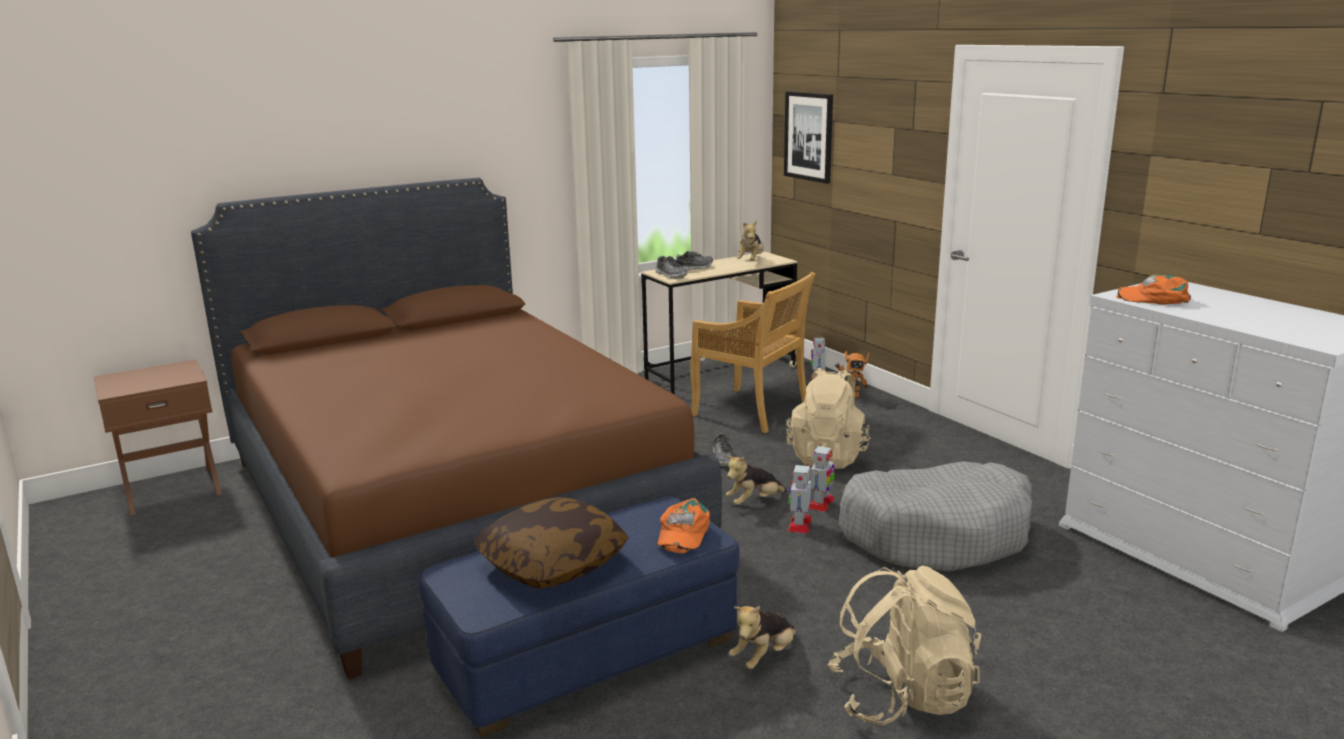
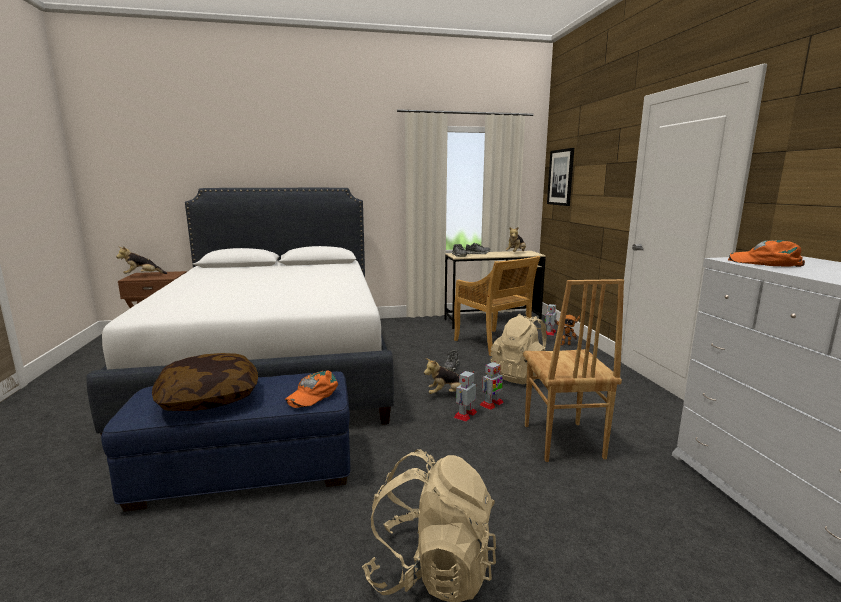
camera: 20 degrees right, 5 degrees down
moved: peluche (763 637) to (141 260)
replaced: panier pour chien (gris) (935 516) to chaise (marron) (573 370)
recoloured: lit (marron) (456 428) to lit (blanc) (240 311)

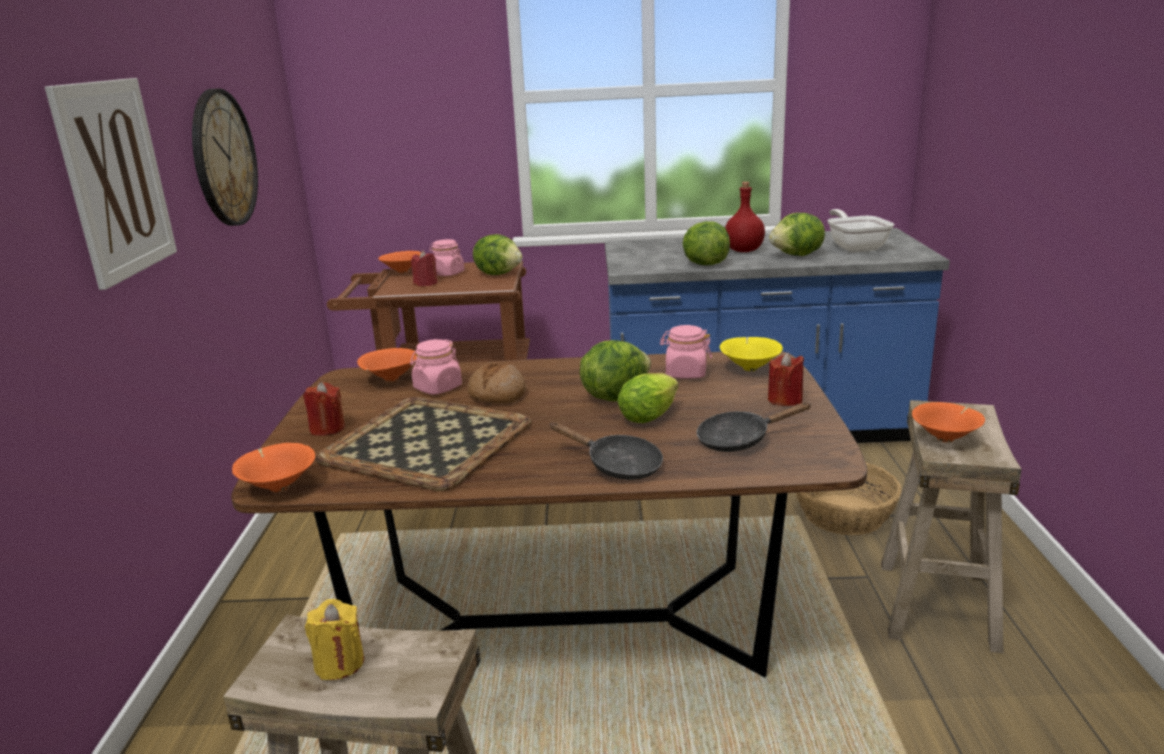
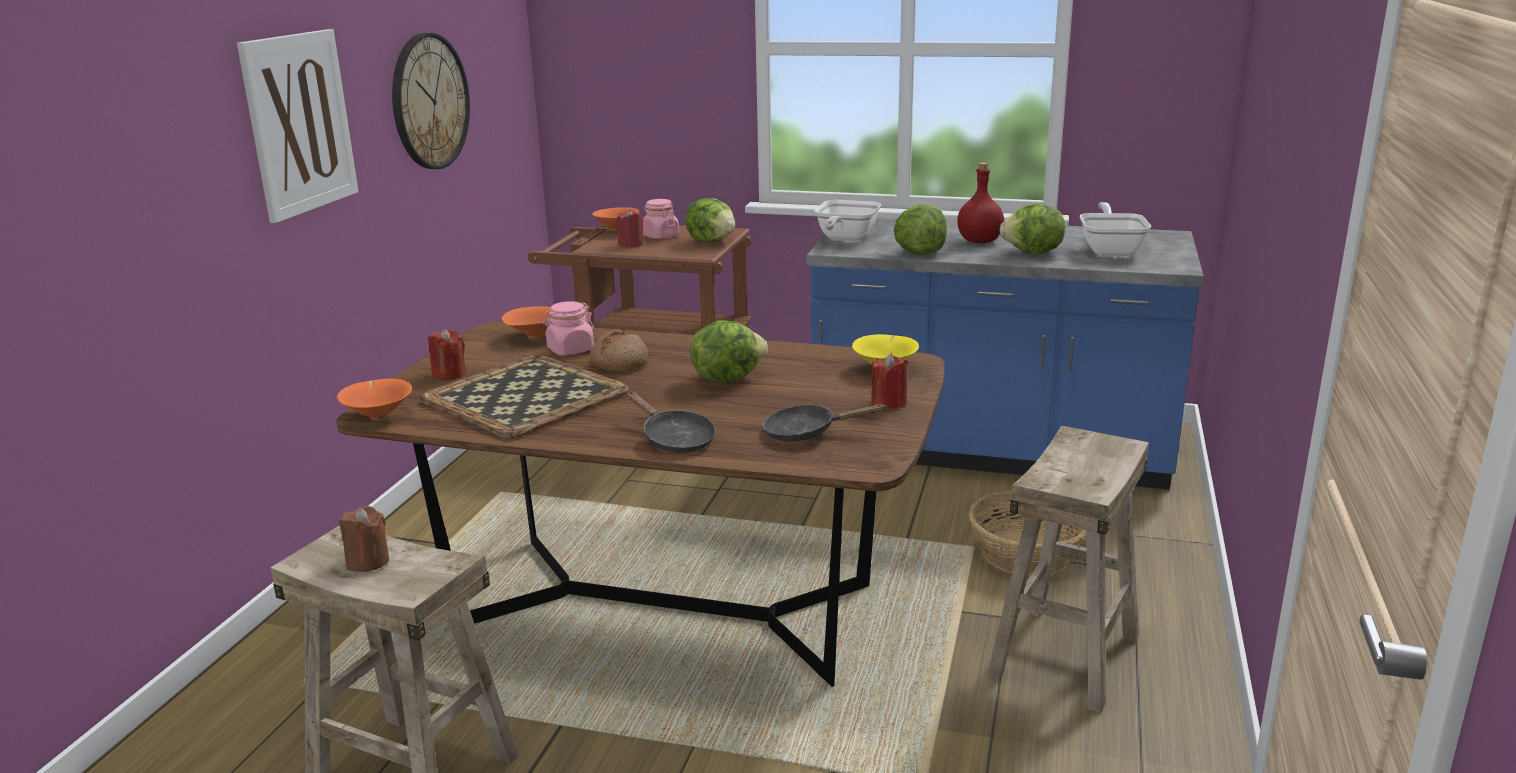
camera: 15 degrees right, 0 degrees up
removed: laitue (648 398); bocal (rose) (686 352); bol (orange) (948 422)
added: poêle (847 220)
recoloured: bougie (jaune) (334 639) to bougie (marron) (364 539)

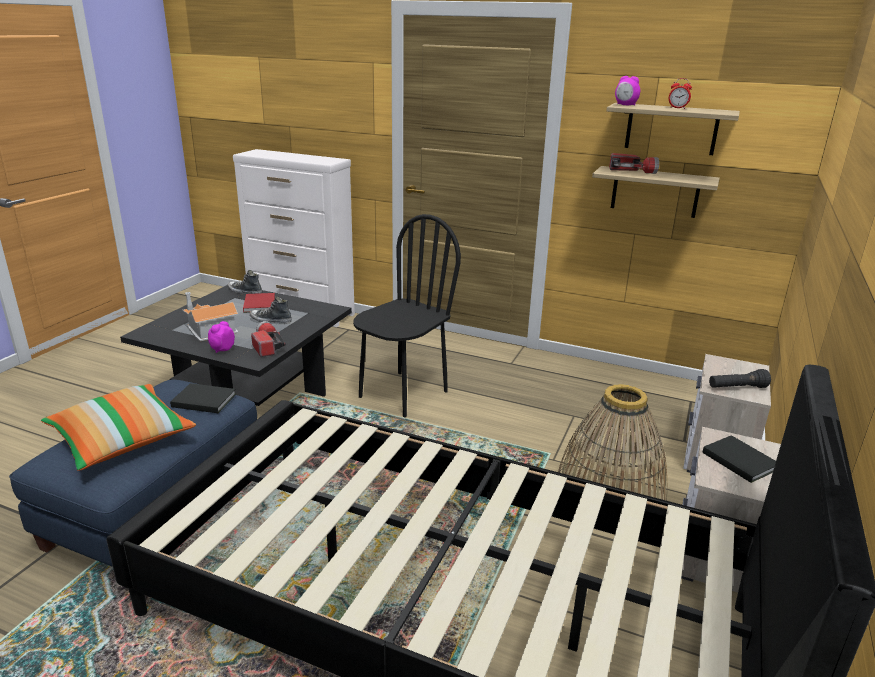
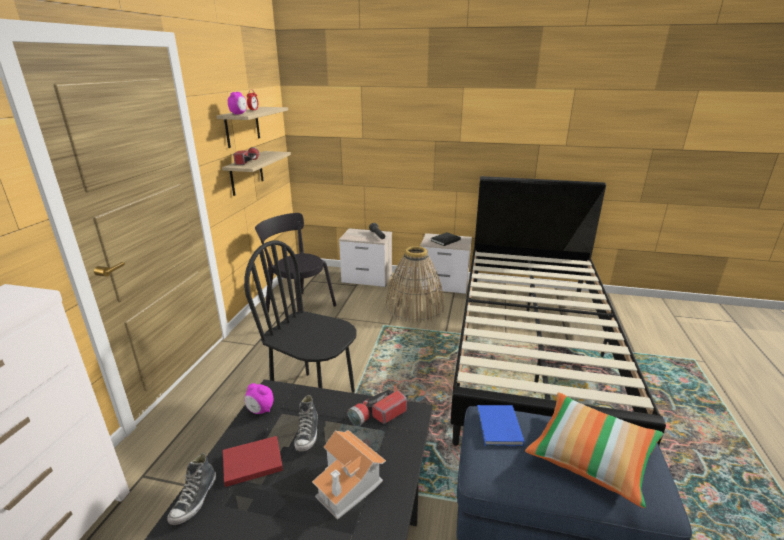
camera: 100 degrees left, 0 degrees up
added: chaise (noir) (295 263)
moved: réveil (221 337) to (259 398)
recoloured: livre (noir) (203 398) to livre (bleu) (500 425)

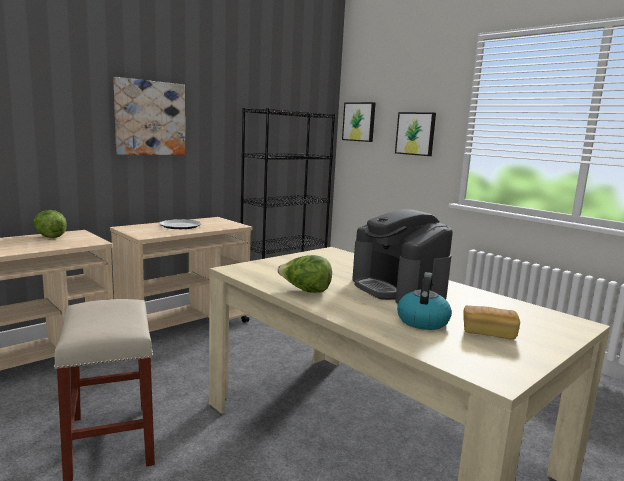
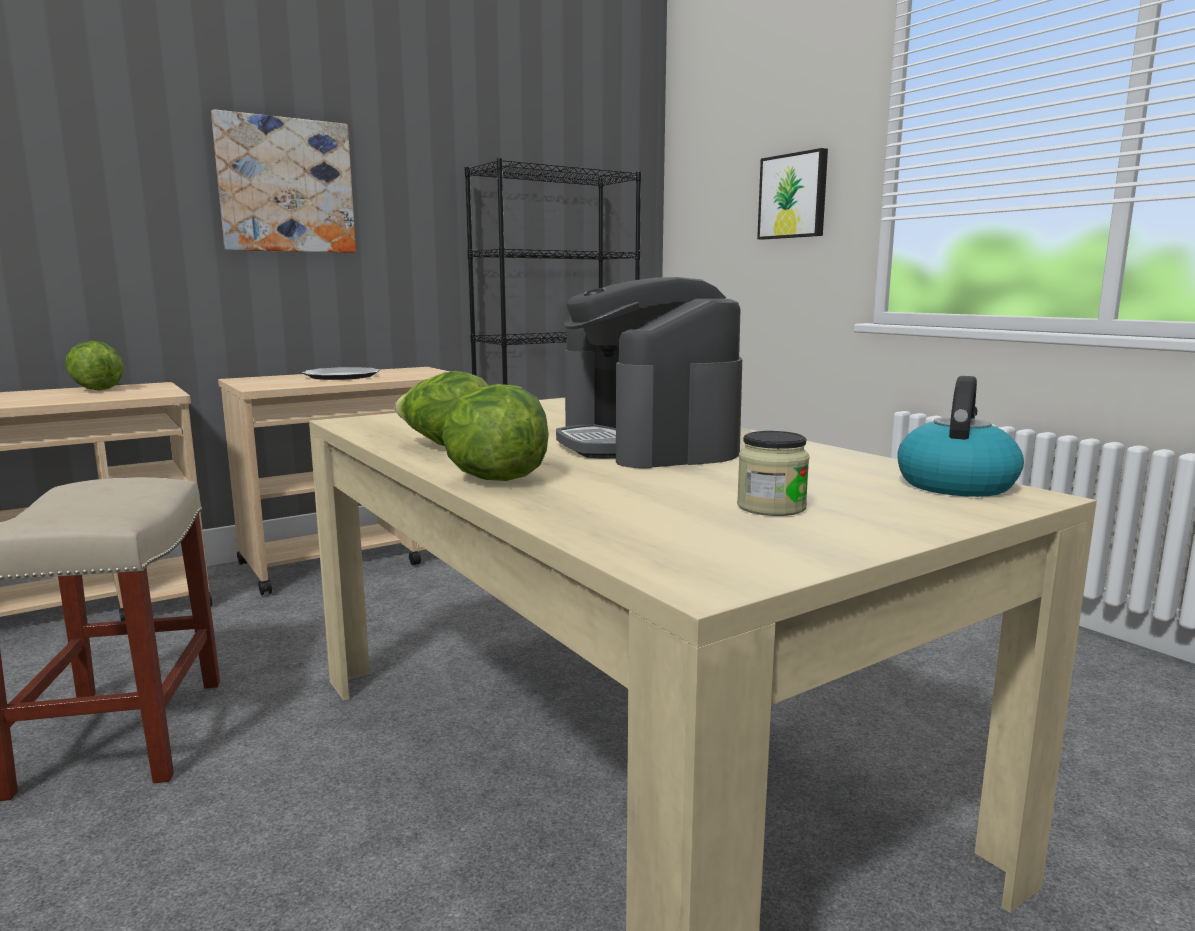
camera: 10 degrees right, 0 degrees up
removed: tableau (359 122)
added: laitue (495 432)
moved: bouilloire (424 301) to (961 436)
replaced: pain (491 322) to bocal (773 473)

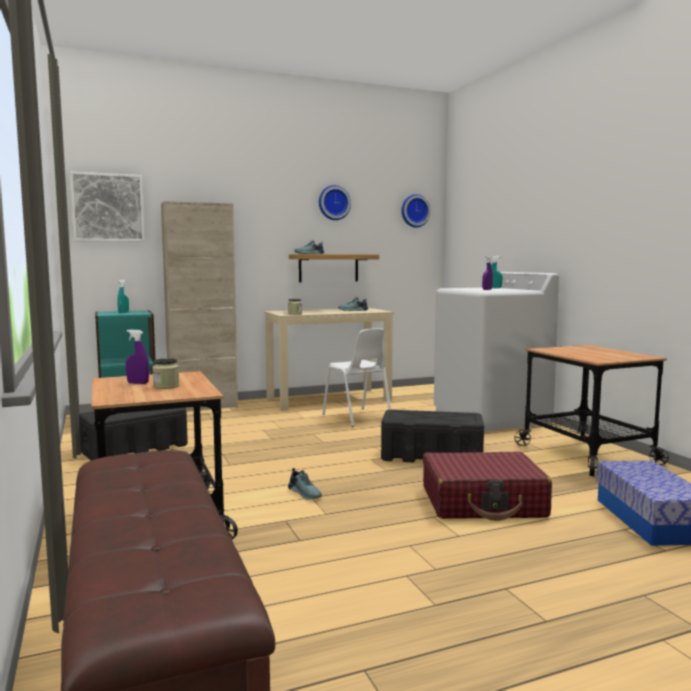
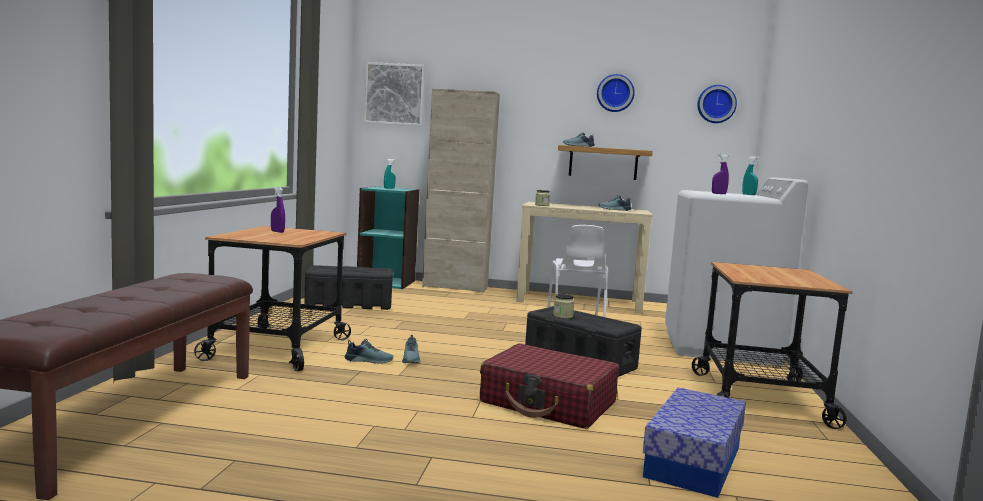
camera: 30 degrees right, 0 degrees up
added: chaussure (369 351)
moved: bocal (165 373) to (563 306)

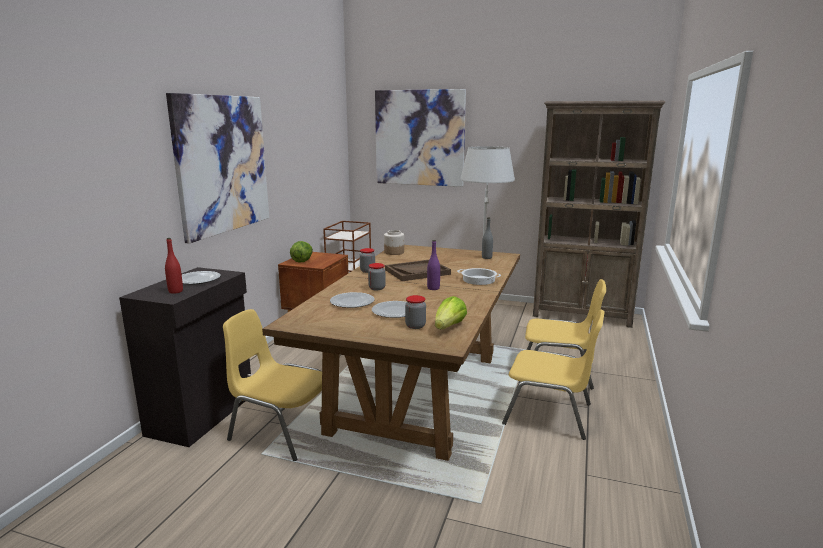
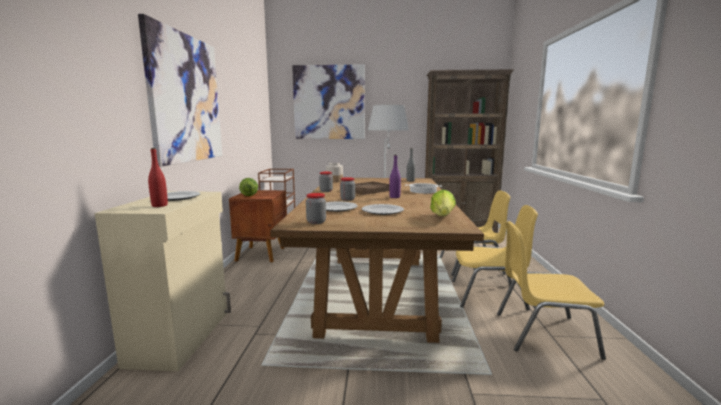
camera: 15 degrees left, 5 degrees down
moved: bocal (415 312) to (316 208); chaise (jaune) (272 385) to (551 290)
recoloured: meuble de rangement (noir) (185 357) to meuble de rangement (beige) (163 281)

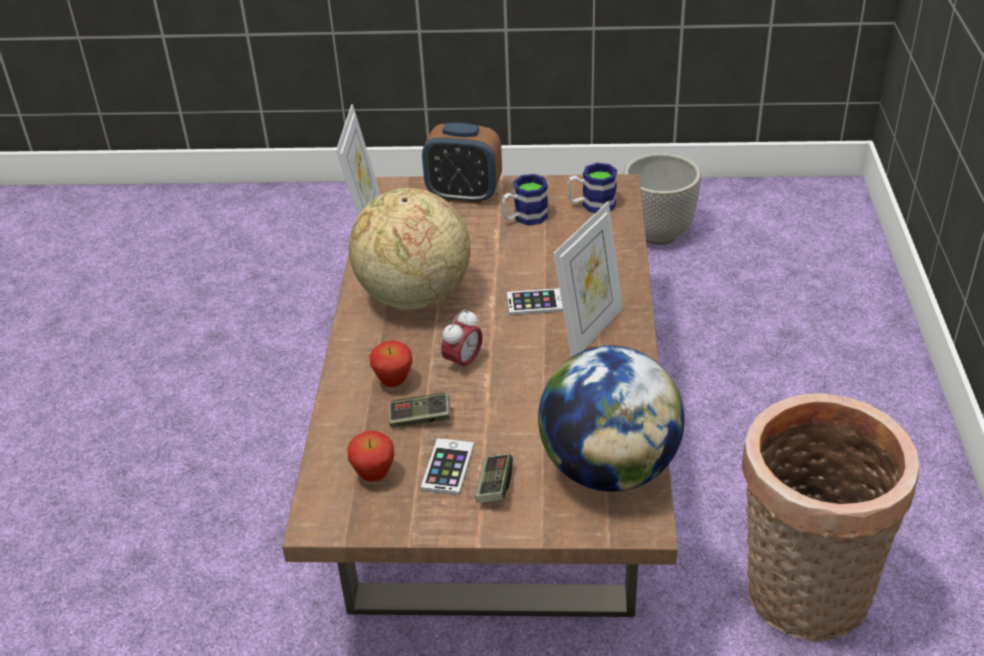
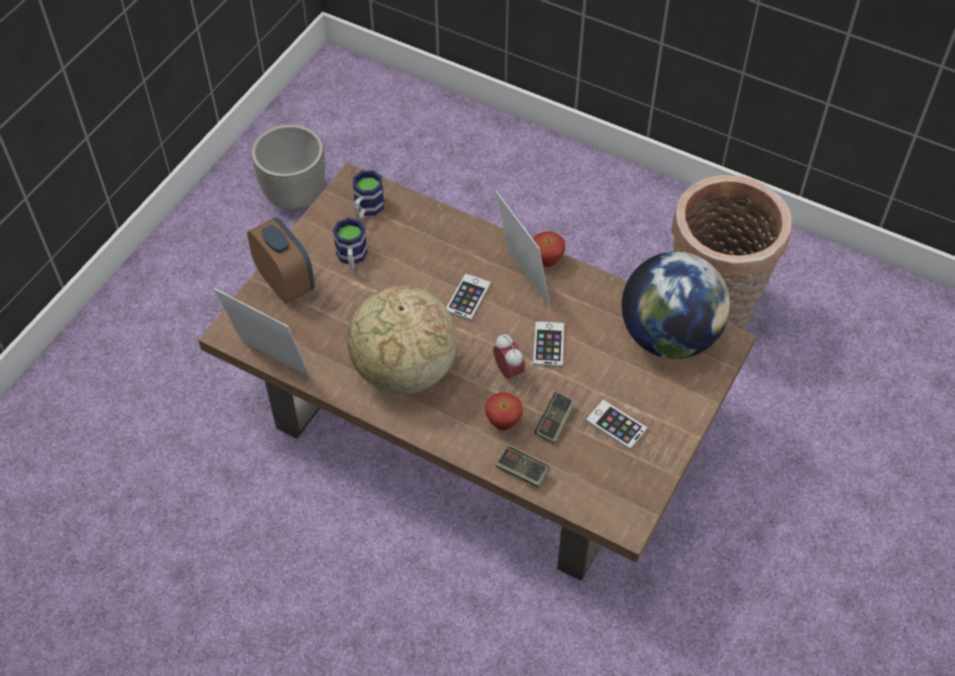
camera: 65 degrees left, 15 degrees up
added: téléphone (548 344)
moved: manette (494 478) to (522 467); pomme (370 456) to (549 249)
turned: réveil (462 163) = (281 260) 75 degrees counterclockwise

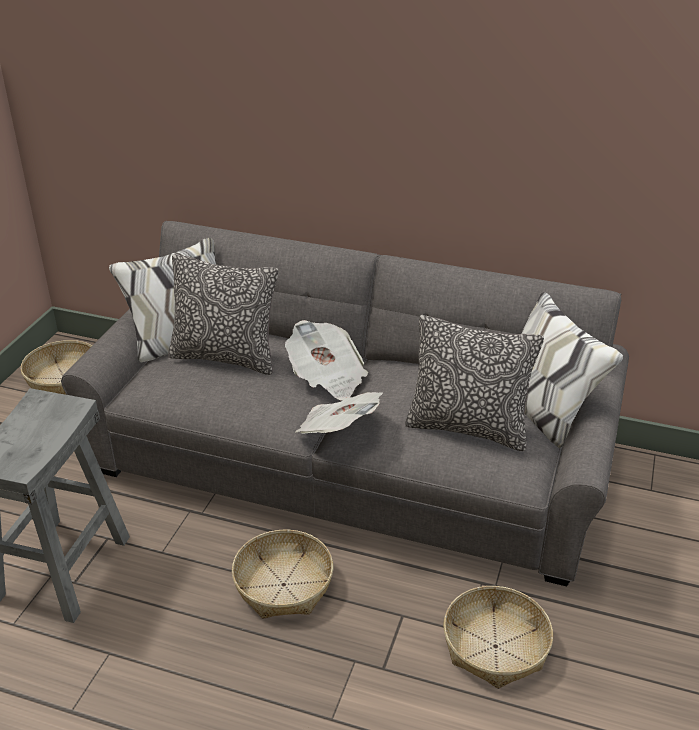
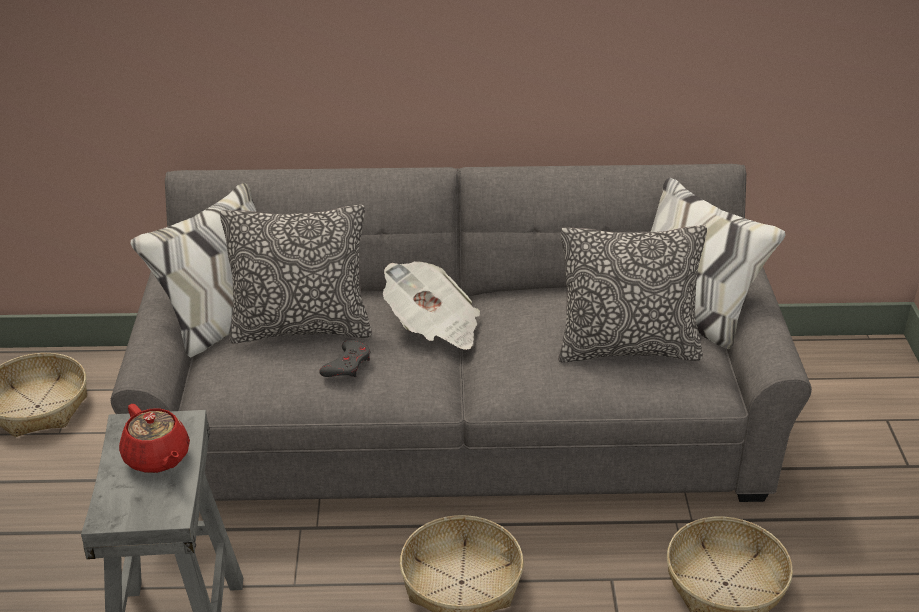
camera: 20 degrees left, 0 degrees up
removed: journal (339 413)
added: théière (rouge) (154 438); manette (gris) (344 358)

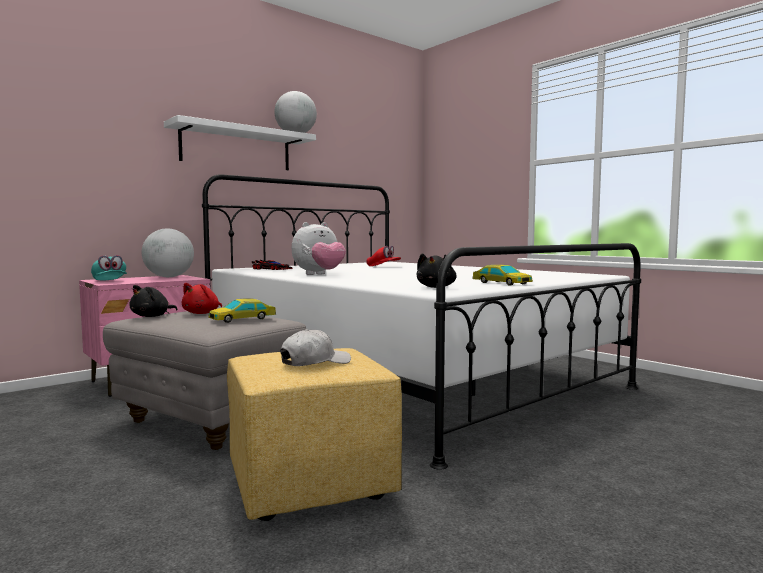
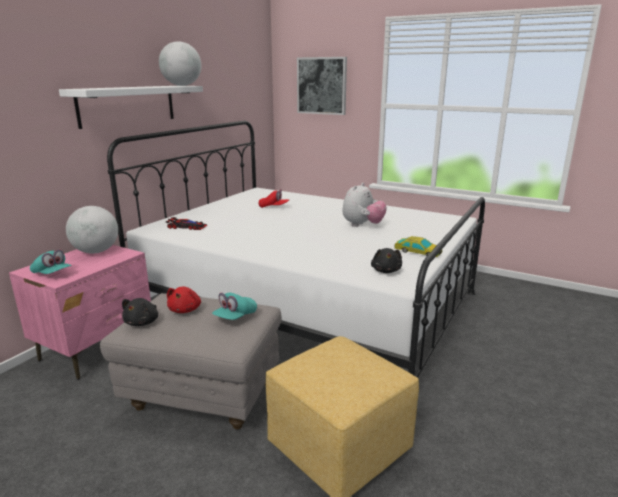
camera: 20 degrees left, 15 degrees up
removed: casquette (blanc) (315 347)
added: tableau (322 86)
moved: peluche (319 248) to (364 205)
replaced: petite voiture (242 311) to casquette (turquoise) (234 306)

